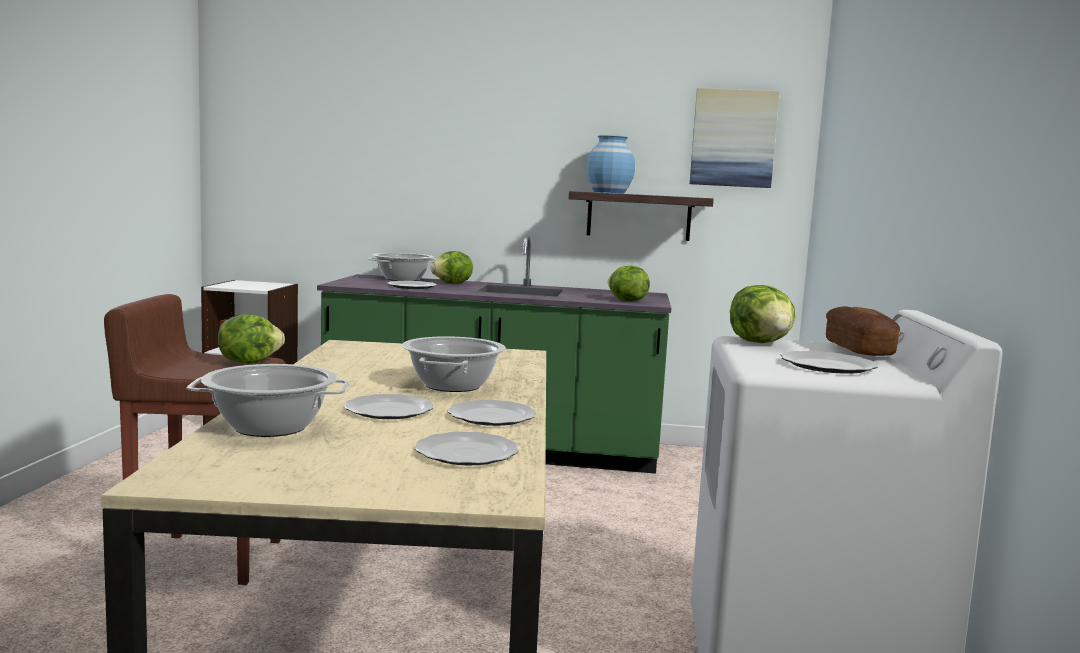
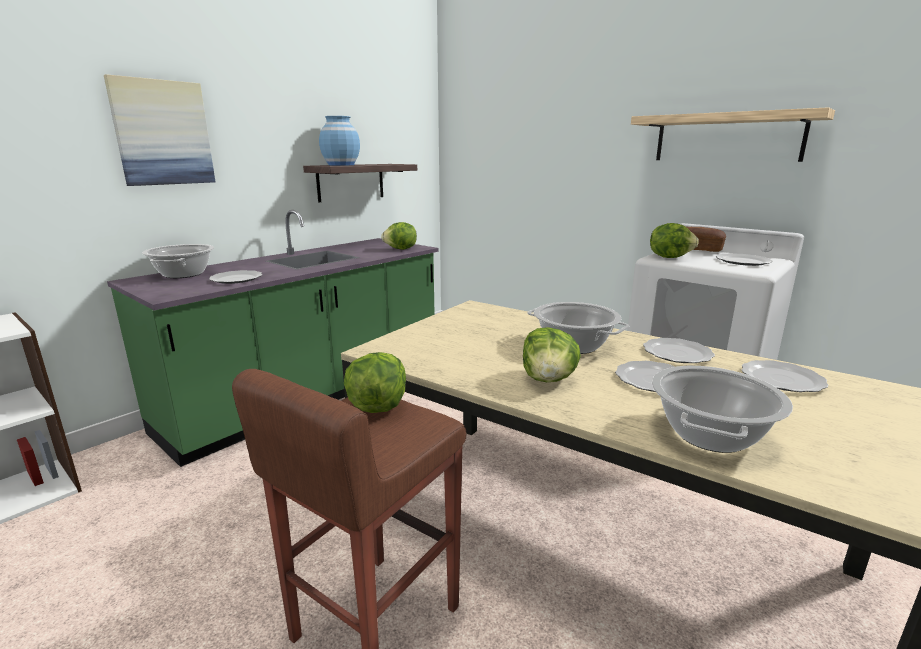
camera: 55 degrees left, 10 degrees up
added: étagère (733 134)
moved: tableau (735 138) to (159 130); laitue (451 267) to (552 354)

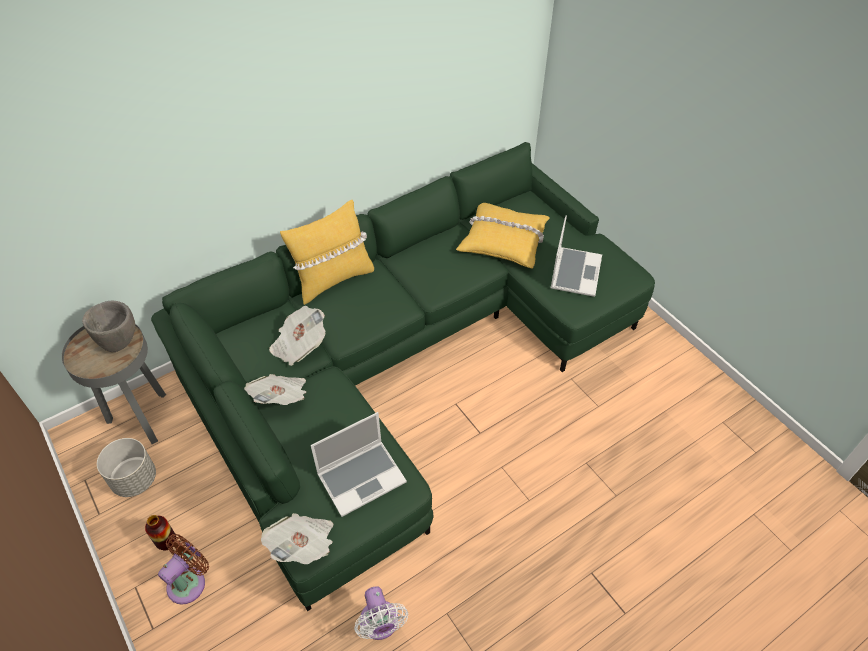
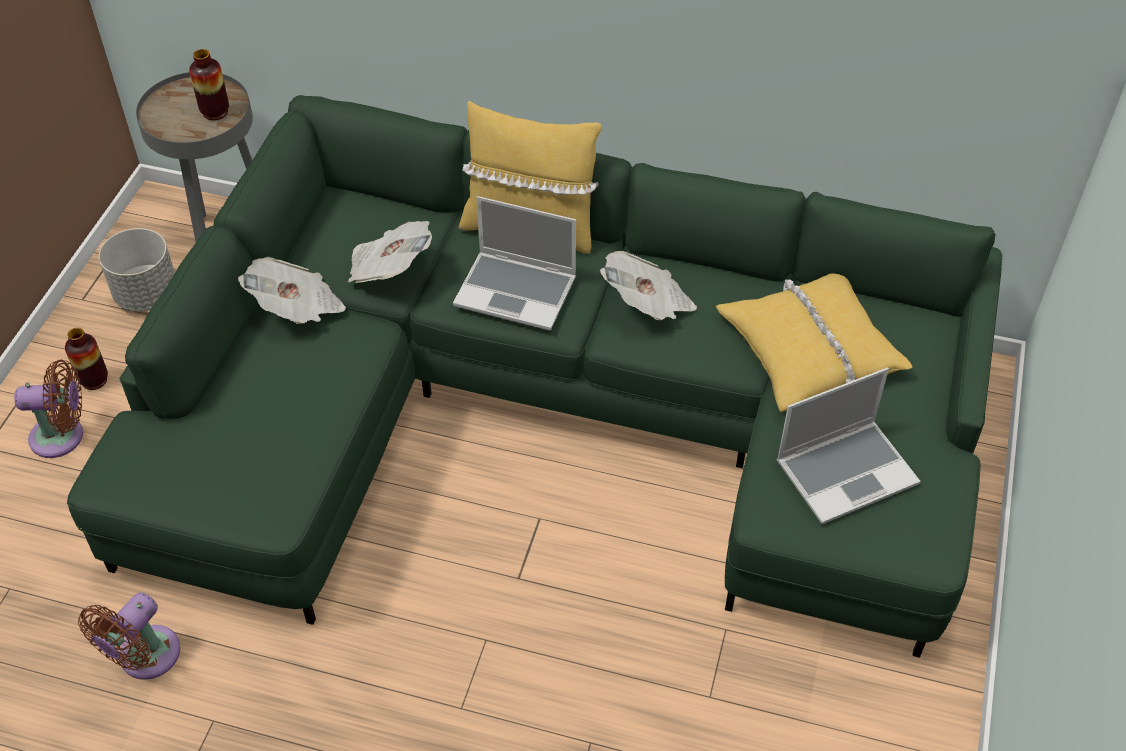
camera: 50 degrees right, 0 degrees up
moved: ordinateur portable (359 464) to (514 263); journal (297 538) to (648 286)
replaced: bol (gris) (108 326) to vase (209 84)
recoloured: ventilateur (blanc) (381 613) to ventilateur (marron) (129 636)

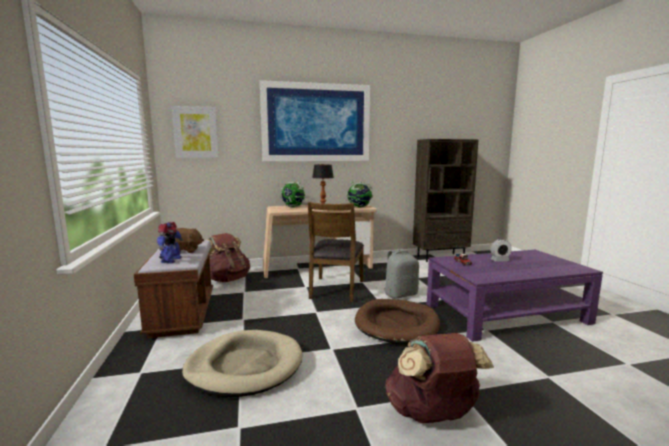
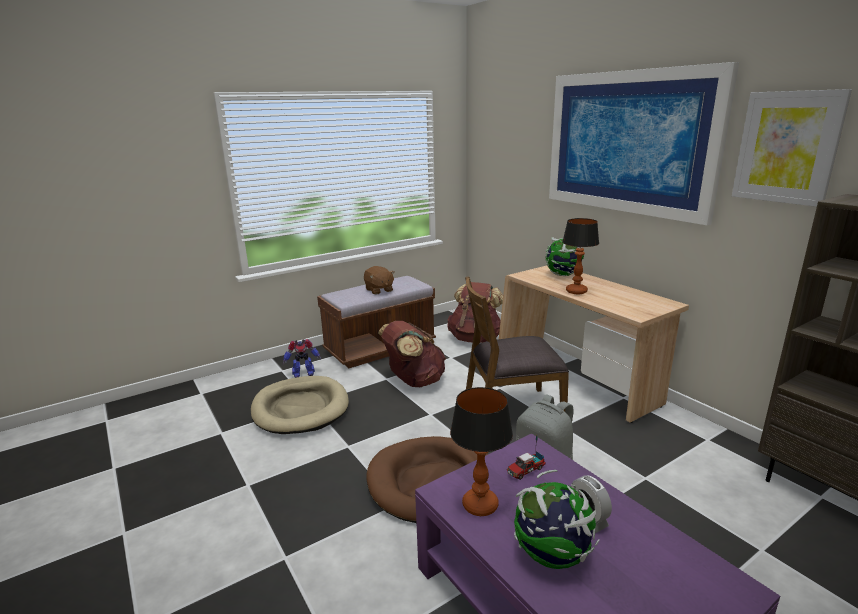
camera: 70 degrees right, 10 degrees up
added: lampe de table (481 451)
moved: robot jouet (170 243) to (302 358); sac à dos (marron) (439 378) to (412 354); globe (360 194) to (556 519); tableau (195 132) to (792 148)

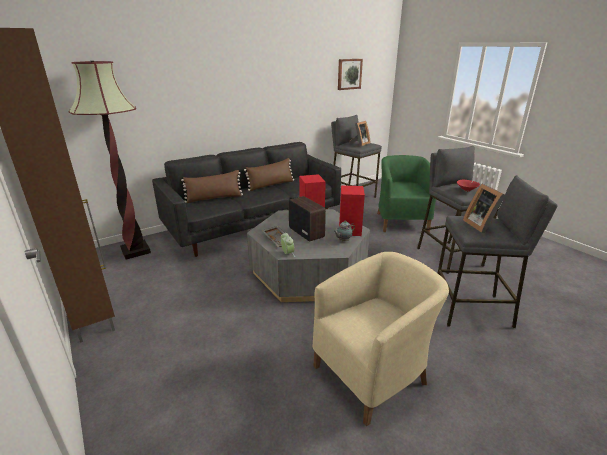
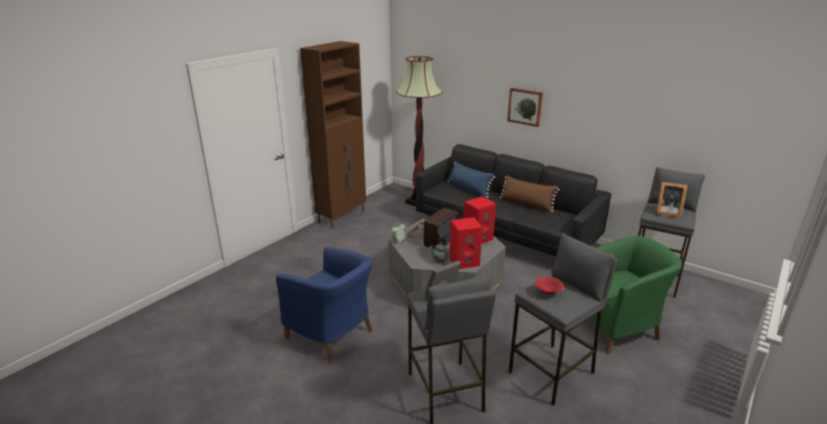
camera: 70 degrees right, 0 degrees up
moved: tableau (350 74) to (525 107)
recoloured: fauteuil (beige) (380 339) to fauteuil (bleu) (324 305); coussin (marron) (212 186) to coussin (bleu) (471 179)

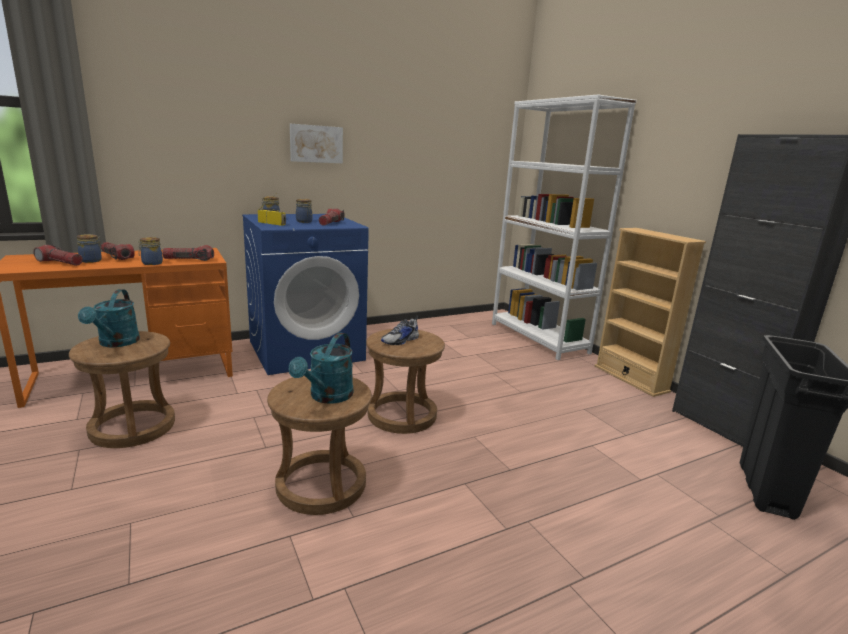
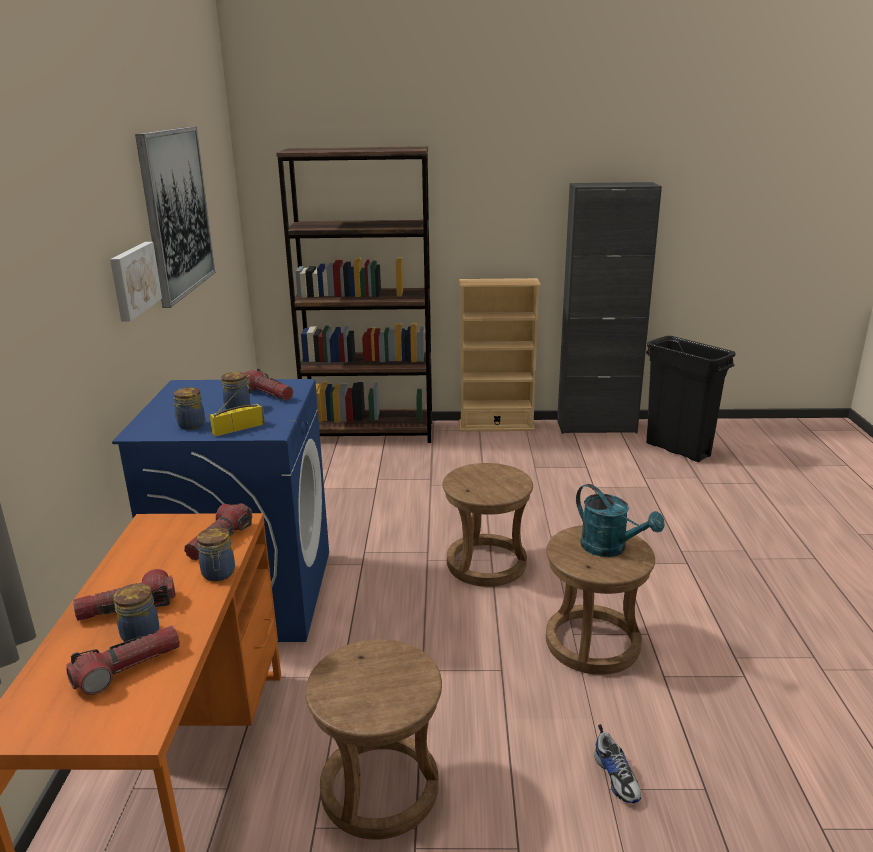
camera: 60 degrees left, 5 degrees up
removed: arrosoir (turquoise) (109 318)
added: tableau (175 217)
moved: chaussure (400 330) to (617 763)
recoloured: bibliothèque (blanc) (564 227) to bibliothèque (marron) (354 294)

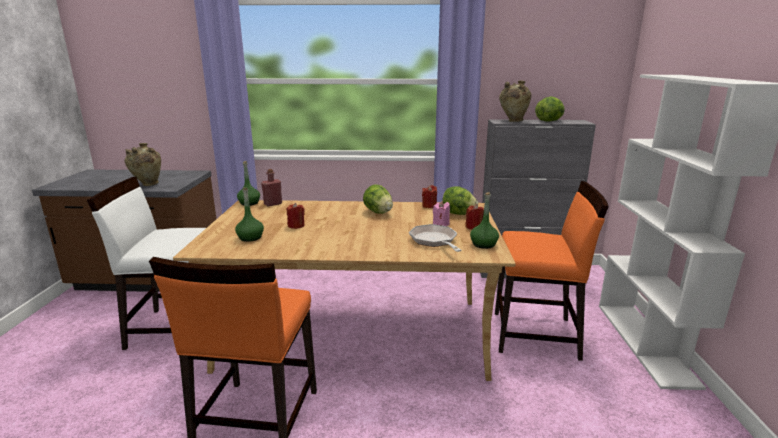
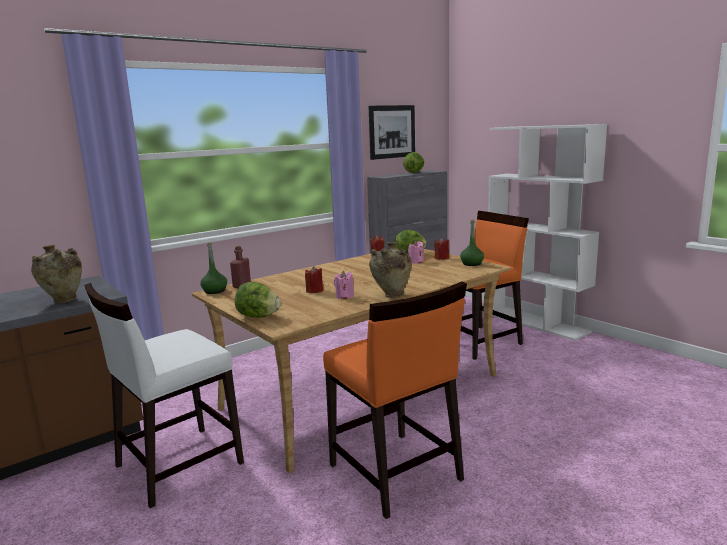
camera: 40 degrees left, 5 degrees down
removed: bouteille (vert) (249 215); poêle (435 238)
added: bougie (rose) (344 285); tableau (392 132)
moved: laitue (378 199) to (258 300); vase (beige) (515 101) to (390 270)

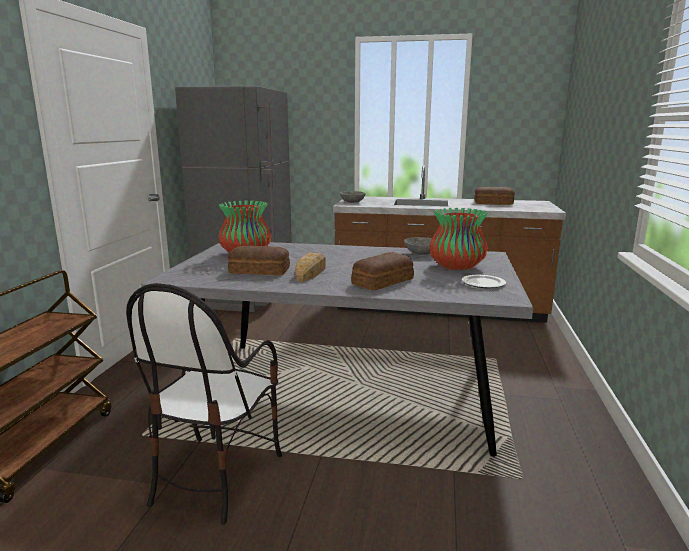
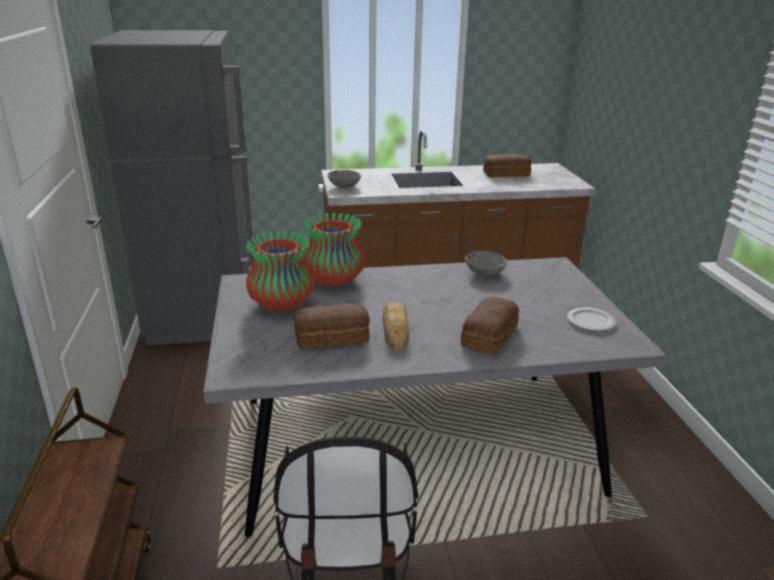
camera: 20 degrees left, 10 degrees up
moved: vase (458 239) to (334 249)

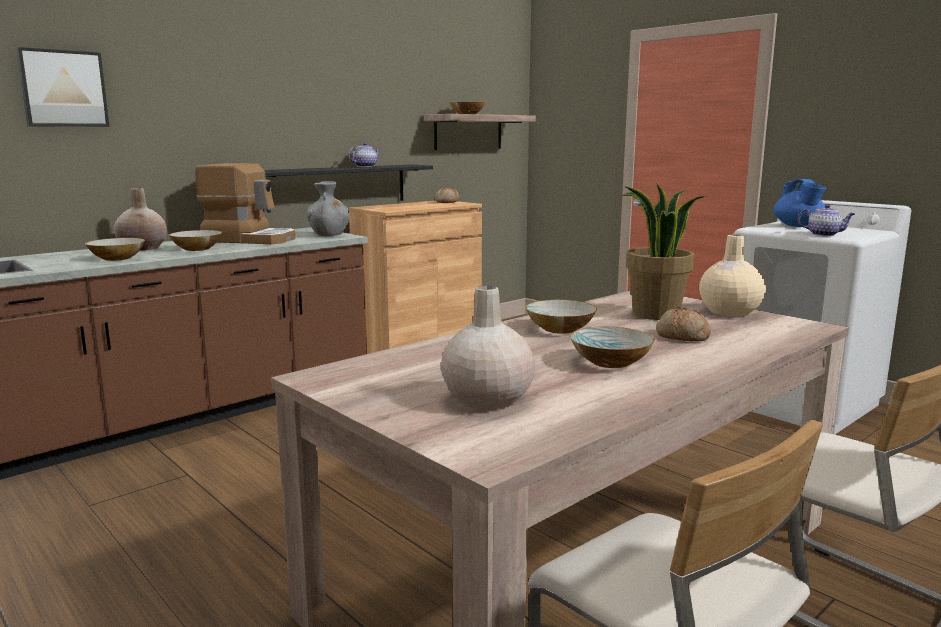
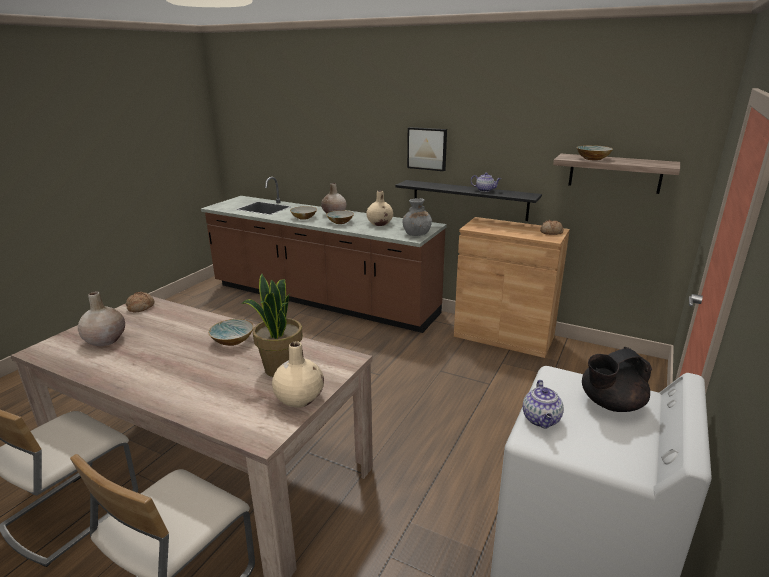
camera: 70 degrees right, 10 degrees up
removed: bol (612 347)
moved: pain (683 324) to (140 302); tableau (62 87) to (427 149)
replaced: machine à café (245 203) to vase (beige) (379 208)
recoloured: théière (bleu) (799 203) to théière (noir) (617 379)

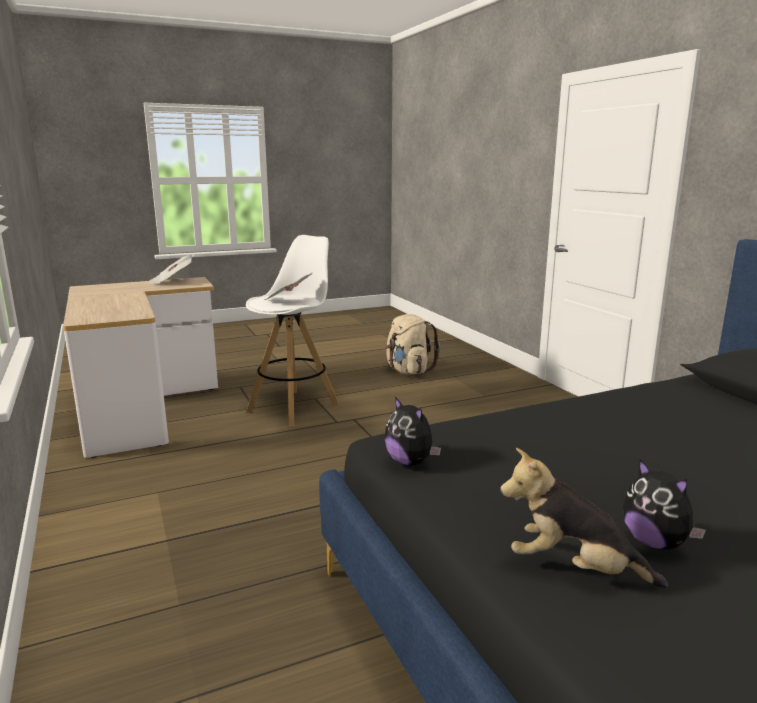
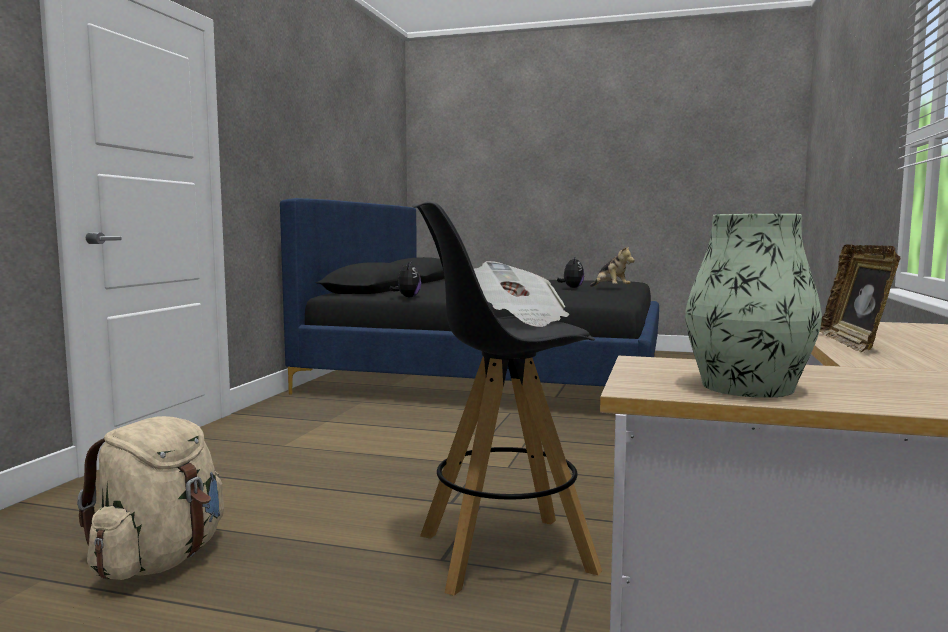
camera: 140 degrees left, 10 degrees down
added: cadre photo (859 298)
moved: peluche (412 431) to (405 280)
replaced: journal (171 269) to vase (753 306)
recoloured: tabouret (blanc) (292 331) to tabouret (noir) (507 398)

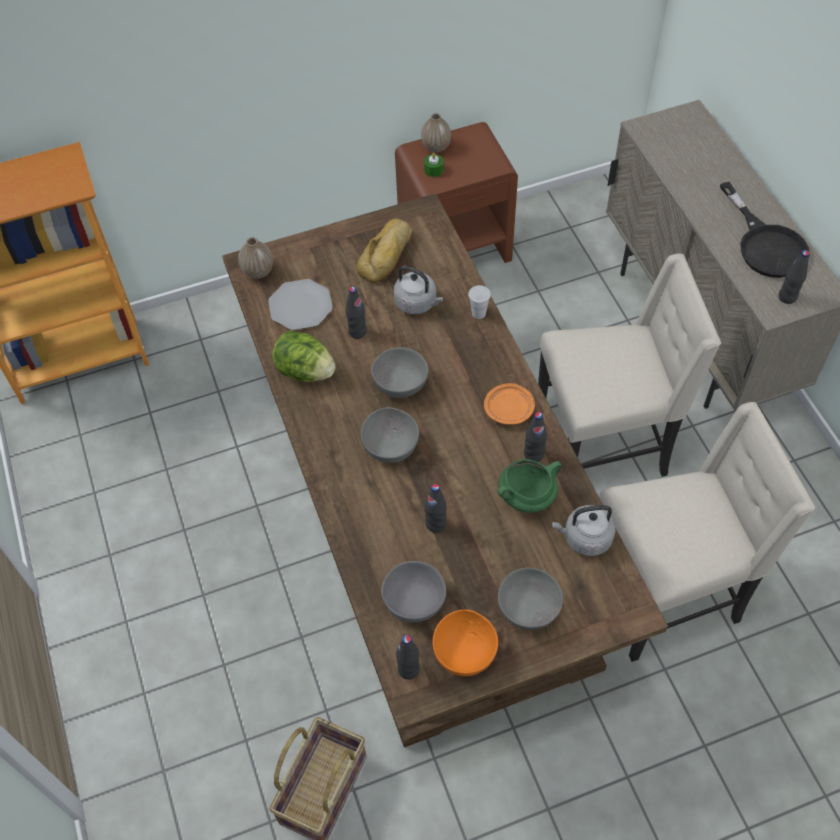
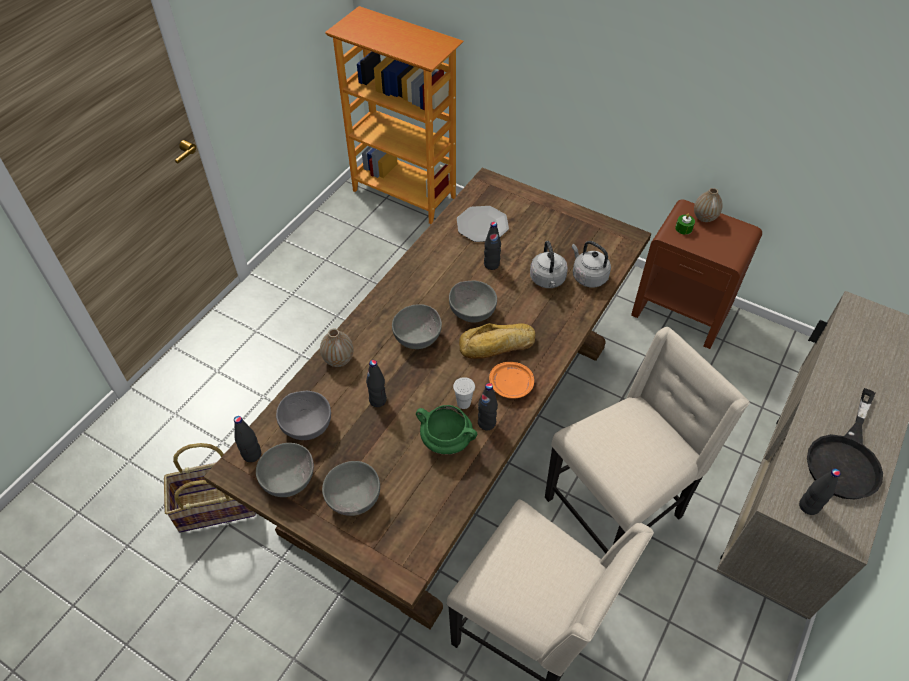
camera: 50 degrees right, 5 degrees down
removed: laitue (304 356)
moved: vase (255 258) to (336 348); tasse (blanc) (479 302) to (464 393); pain (384 251) to (497 341); bouilloire (gris) (583 530) to (591 264)
recoloured: bol (orange) (465 643) to bol (gris) (285 470)
turned: chaise (beige) (629 365) = (647 440) 75 degrees counterclockwise

